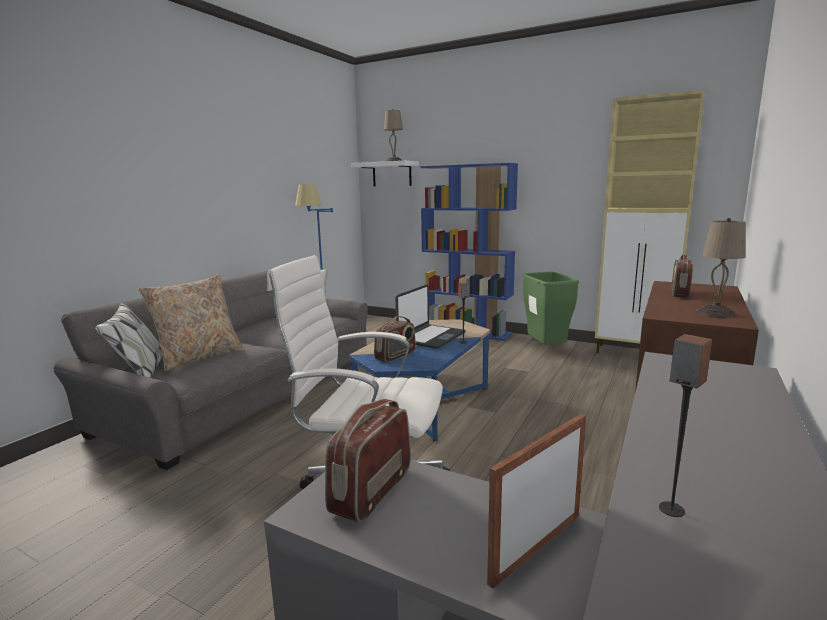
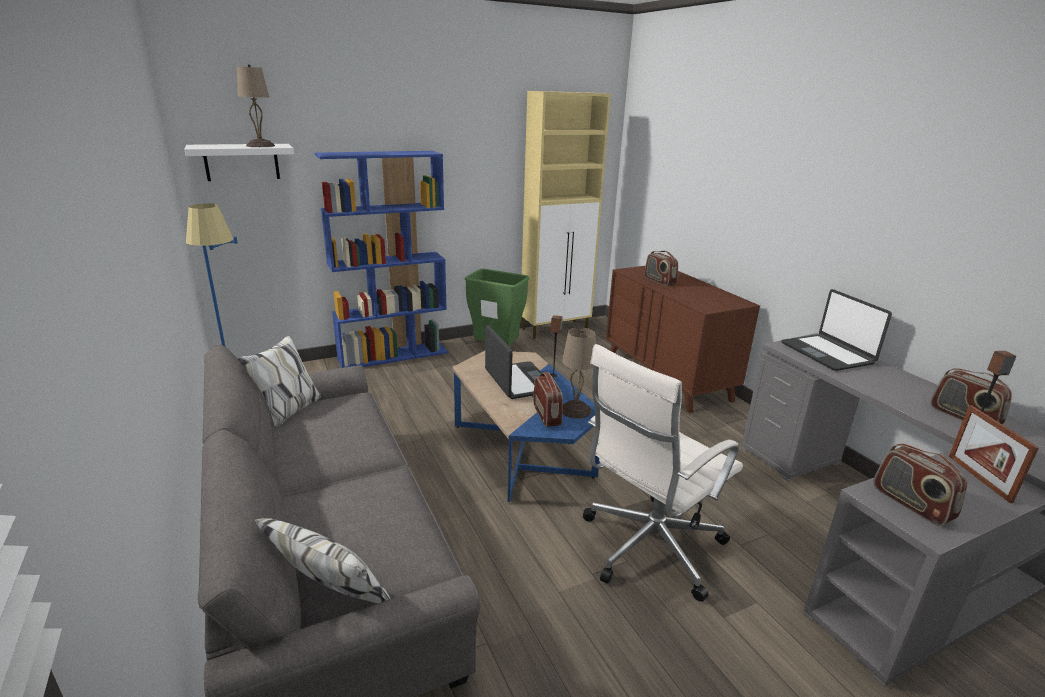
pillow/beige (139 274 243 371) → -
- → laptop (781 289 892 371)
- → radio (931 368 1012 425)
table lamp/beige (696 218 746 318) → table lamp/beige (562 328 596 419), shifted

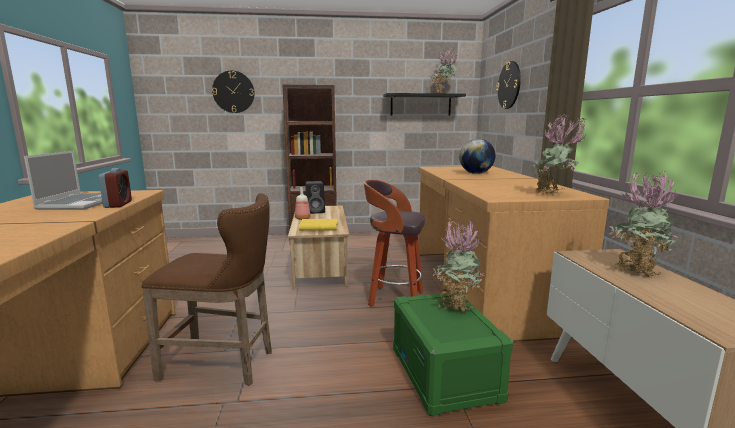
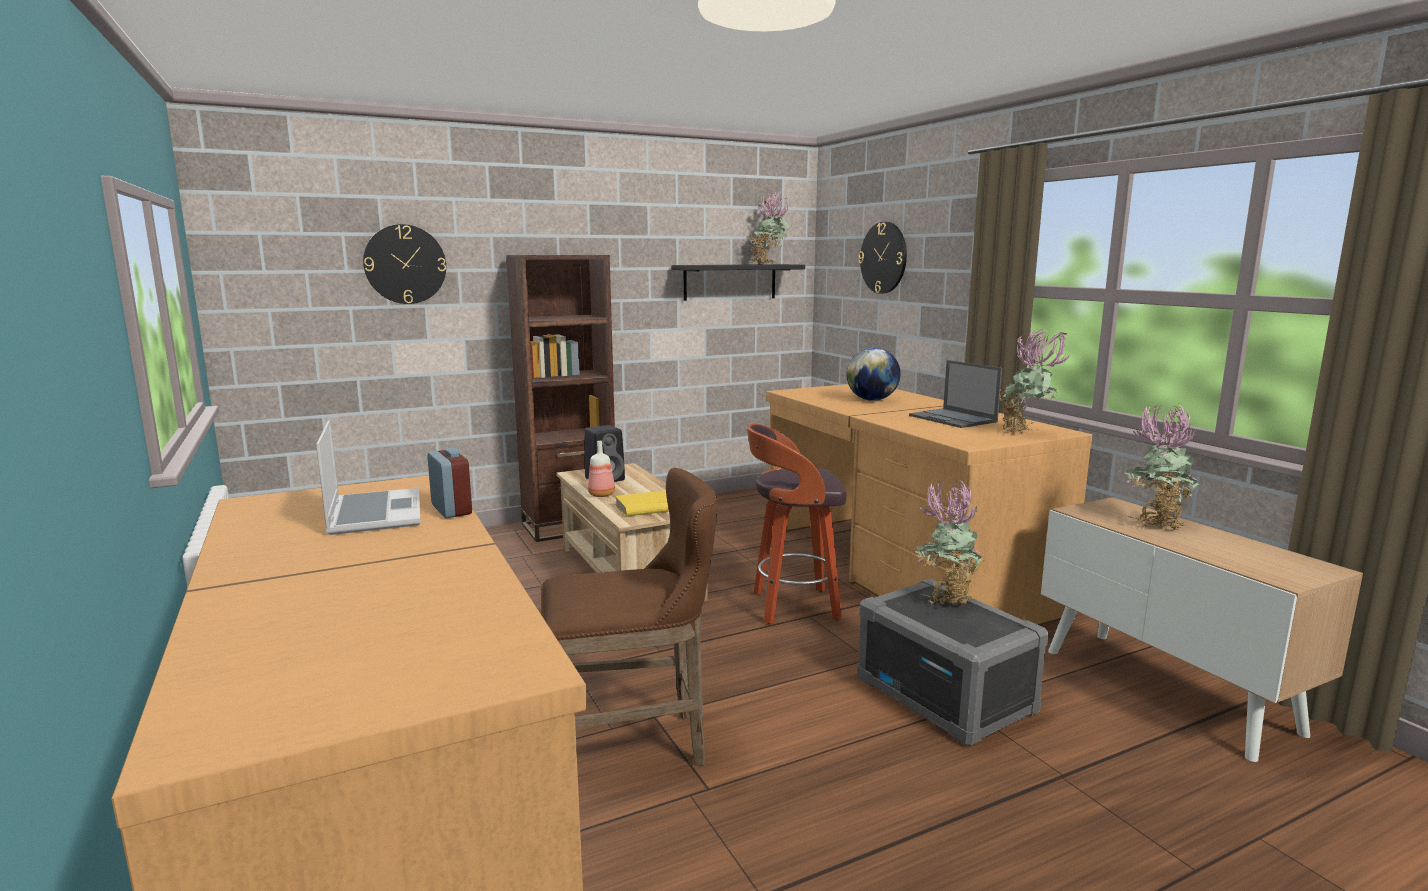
- → laptop (909 360 1002 428)
storage box/green (393 293 513 416) → storage box/grey (857 579 1048 747)

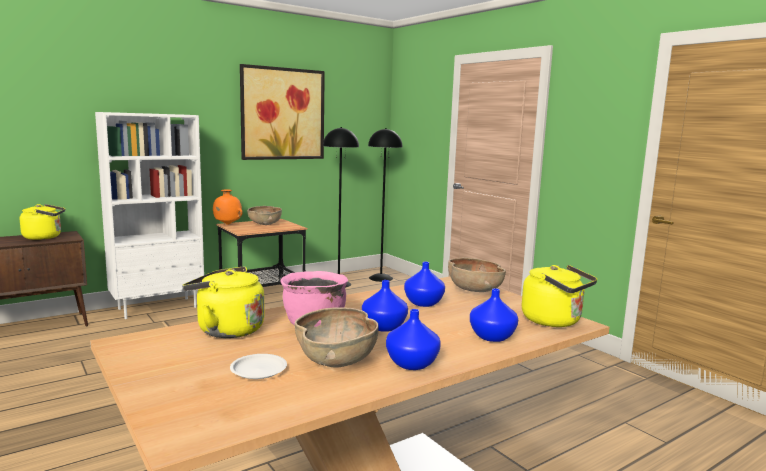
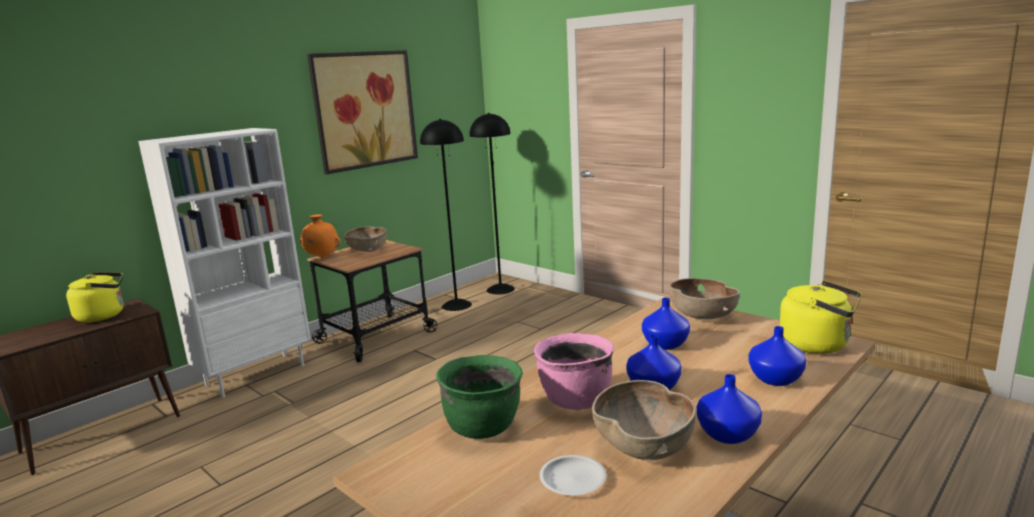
kettle/yellow (182 266 265 338) → cooking pot/green (436 355 523 439)

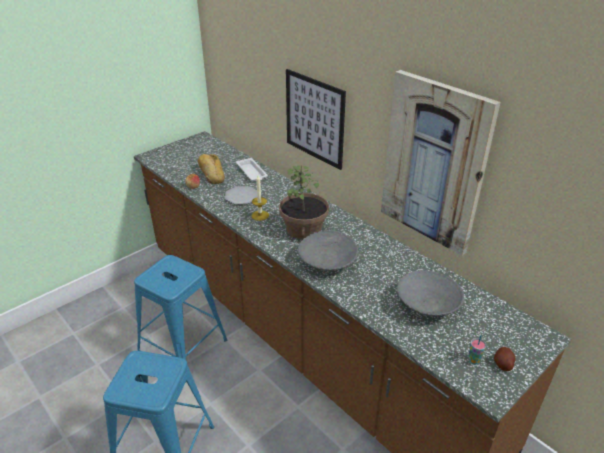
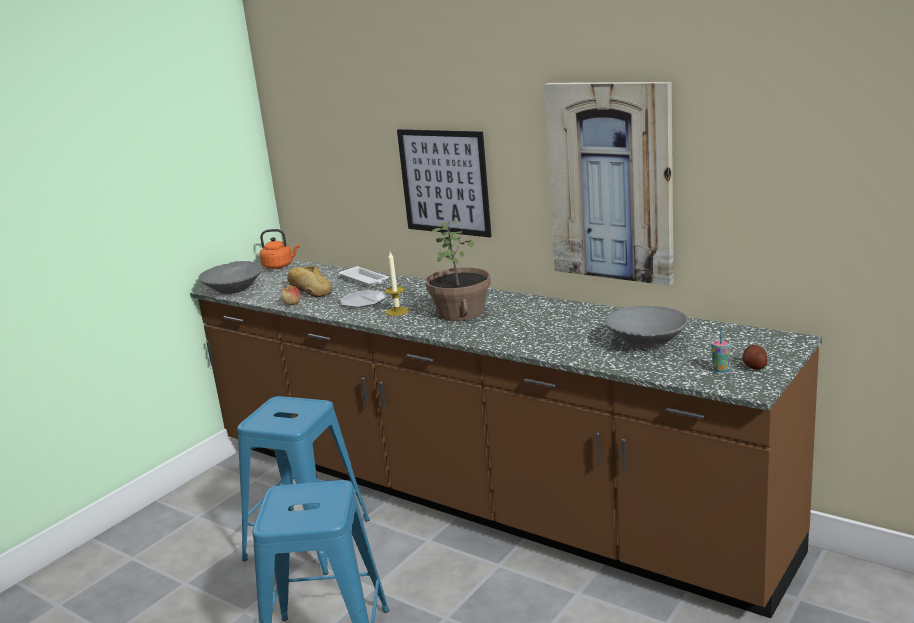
- → kettle/orange (260 229 299 269)
bowl/grey (298 230 358 271) → bowl/grey (198 261 262 294), shifted

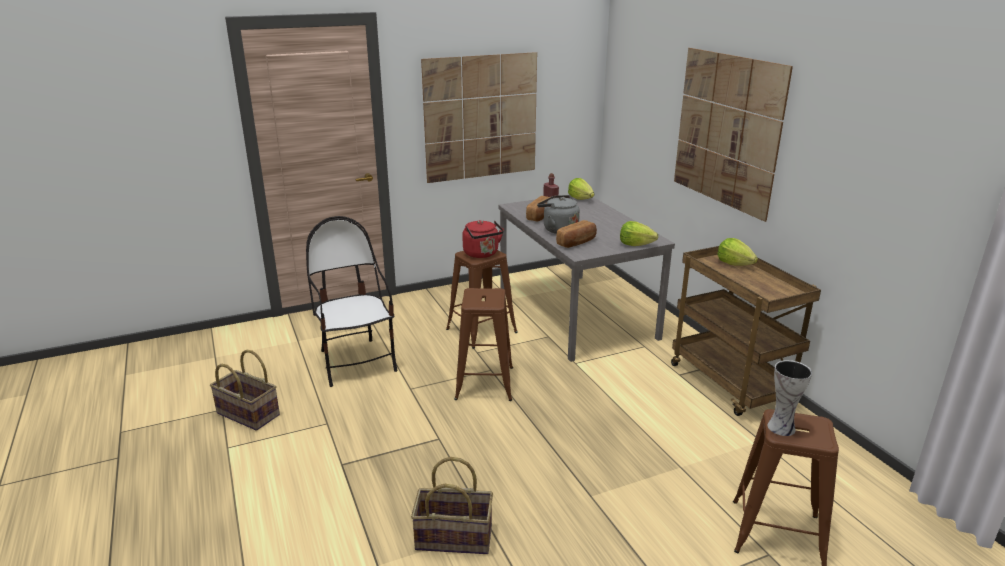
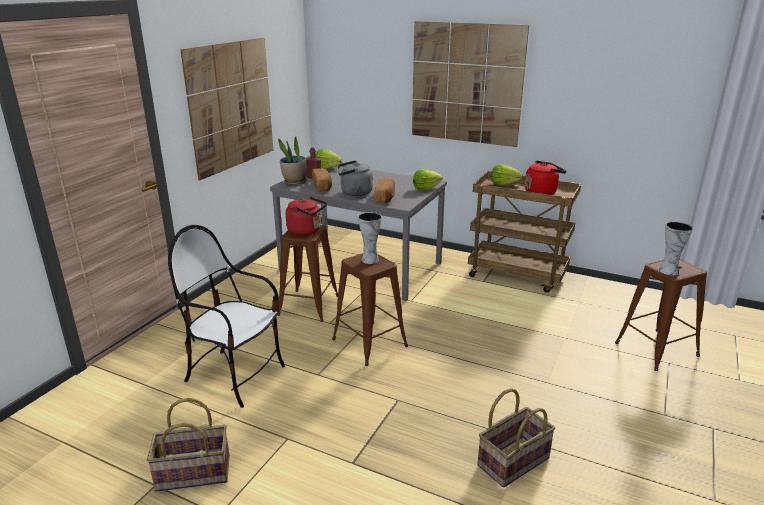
- → potted plant (278 137 307 185)
- → vase (358 212 382 264)
- → kettle/red (525 161 566 195)

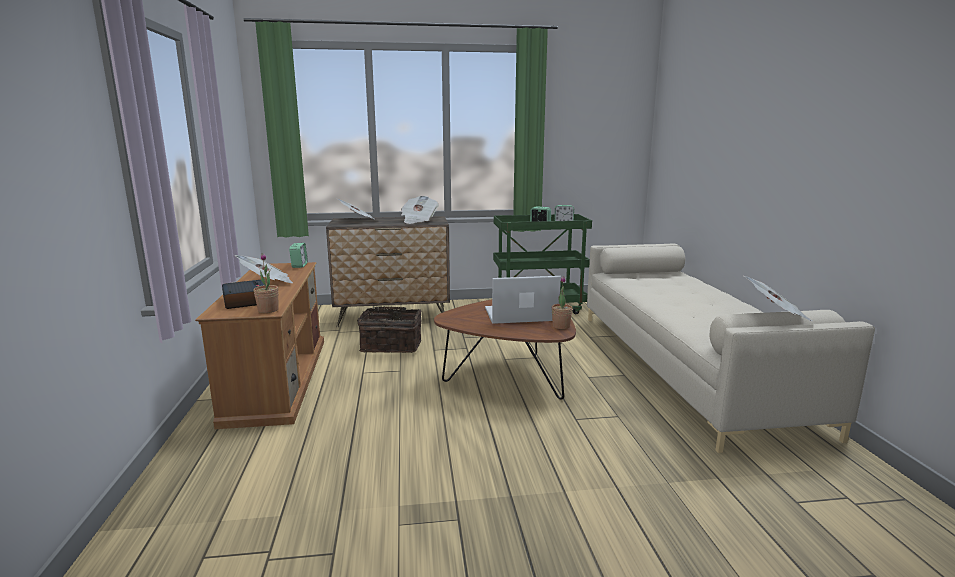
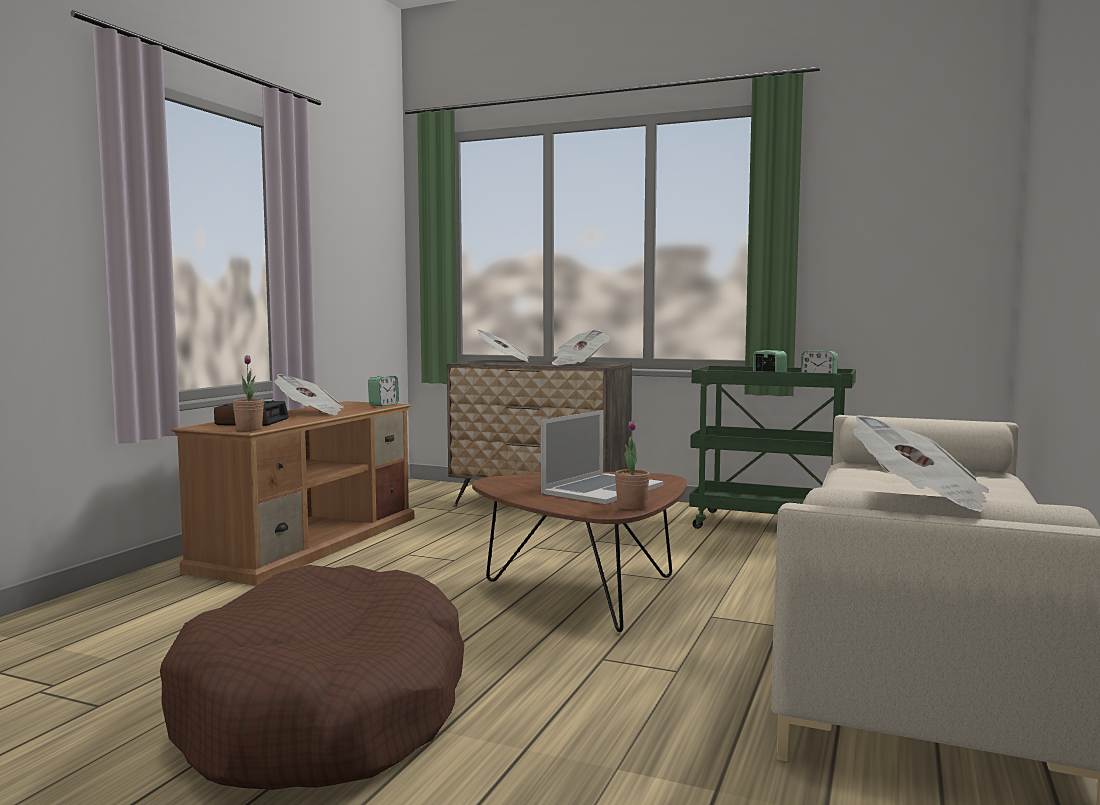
basket (357 306 422 353) → -
- → dog bed/brown (160 565 464 790)
laptop (485 276 561 324) → laptop (541 410 664 504), 105 degrees clockwise

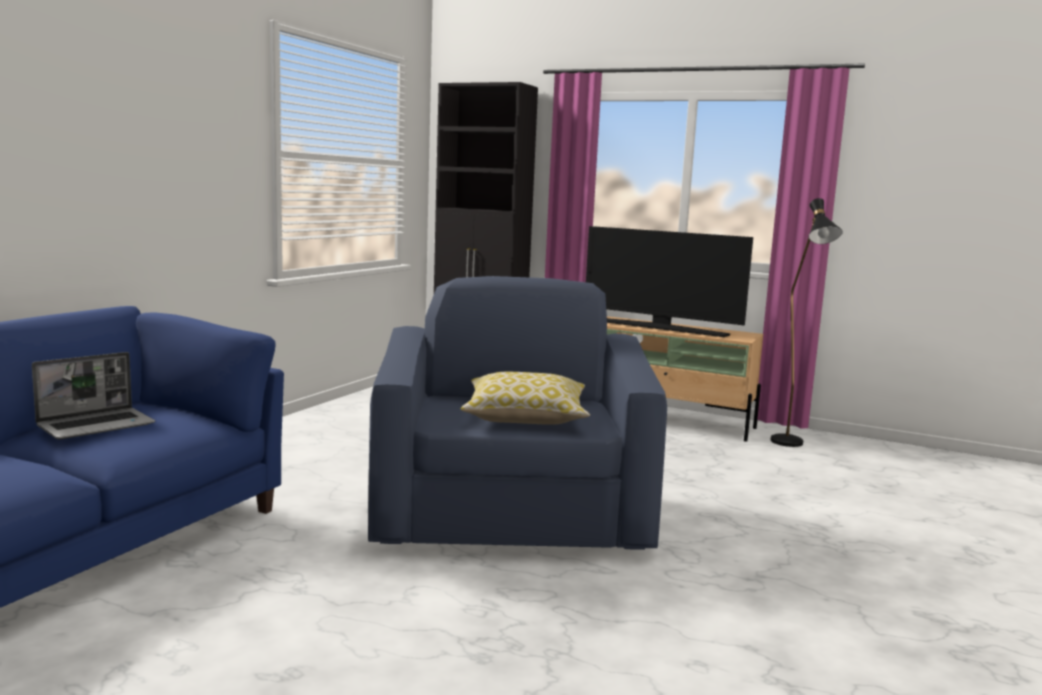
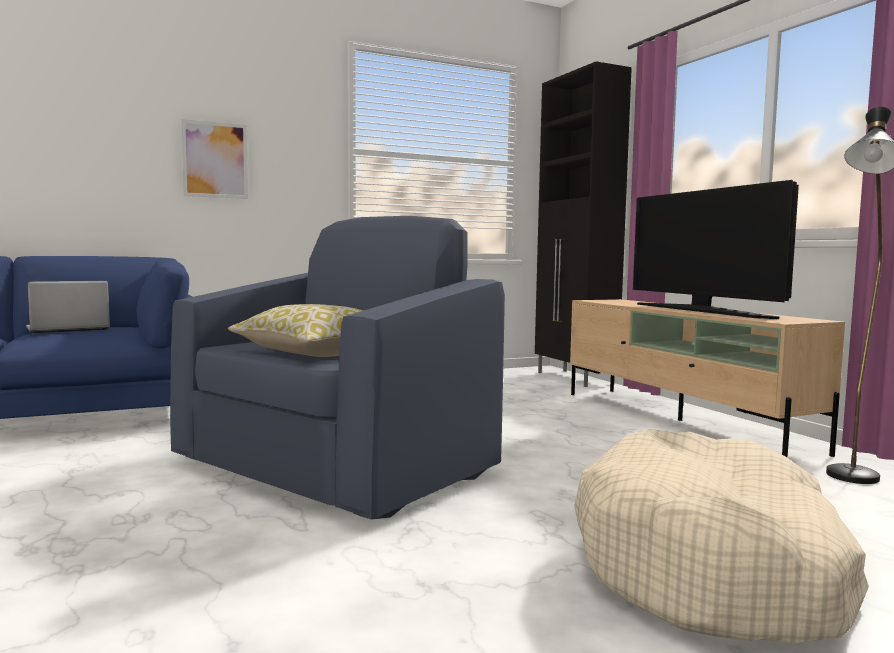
- → picture (181 119 248 199)
- → dog bed/beige (574 429 869 643)
laptop (32 352 155 440) → laptop (26 281 110 333), 150 degrees clockwise

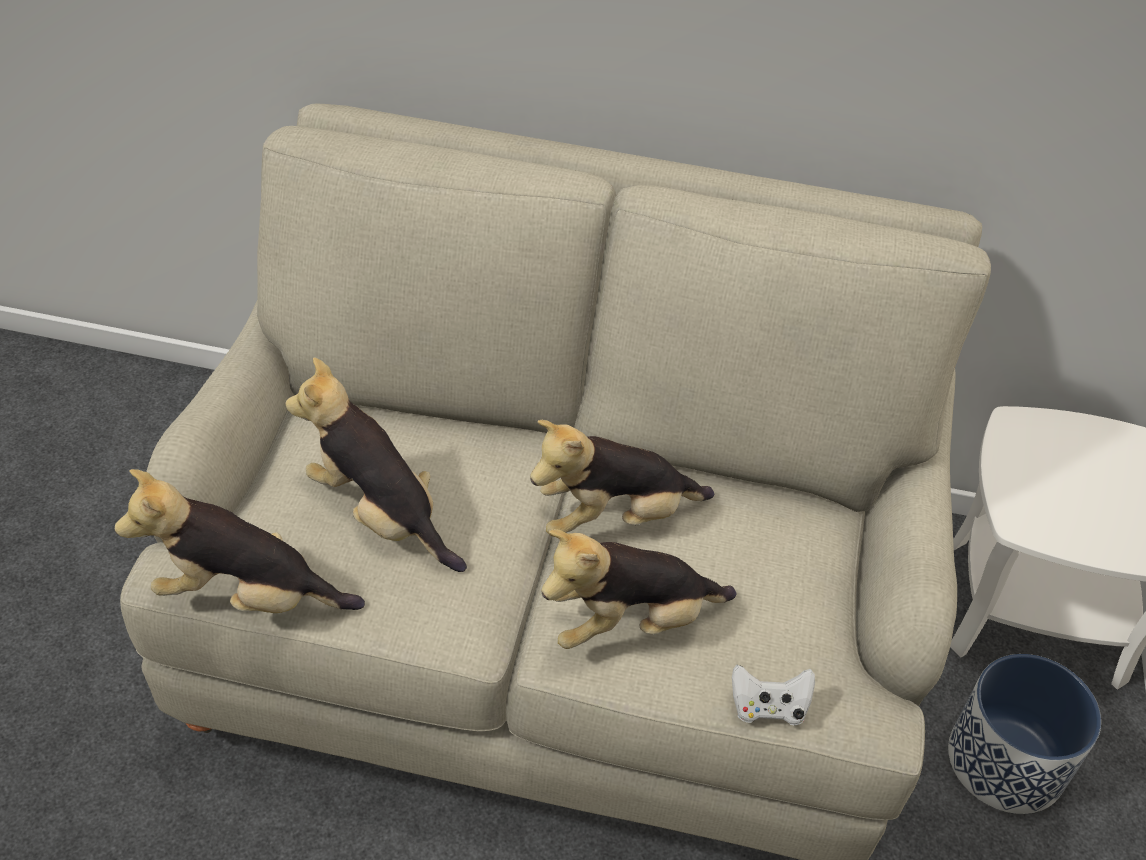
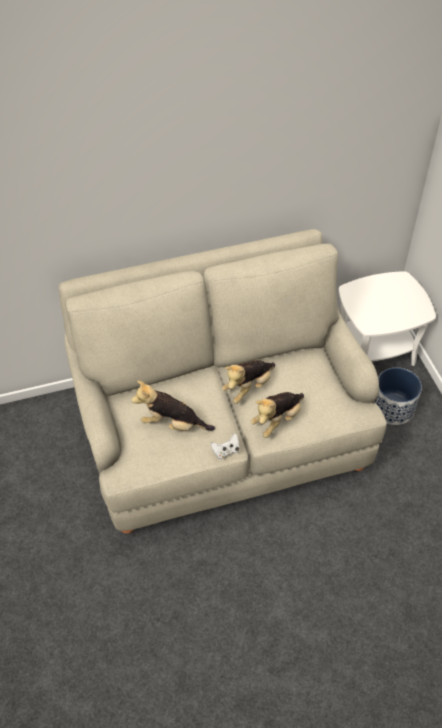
plush toy (115 469 365 613) → -
game controller/white (732 664 815 726) → game controller/white (210 433 239 460), shifted

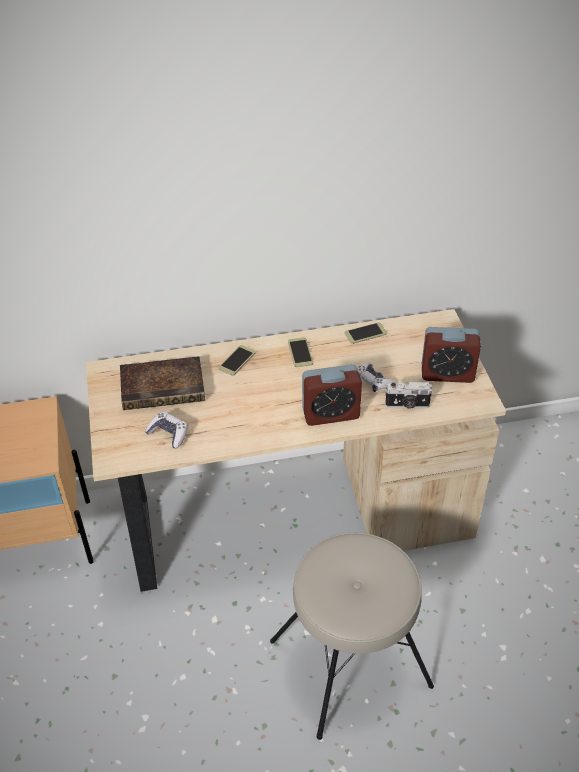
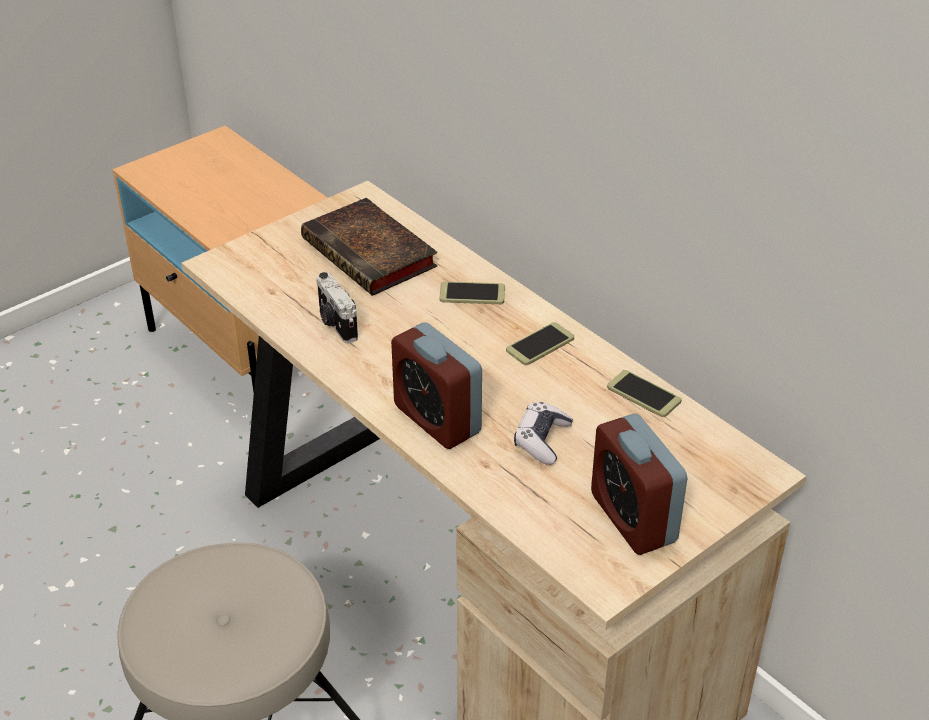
game controller (145 412 188 448) → -
photo camera (385 382 433 409) → photo camera (316 272 358 343), shifted

